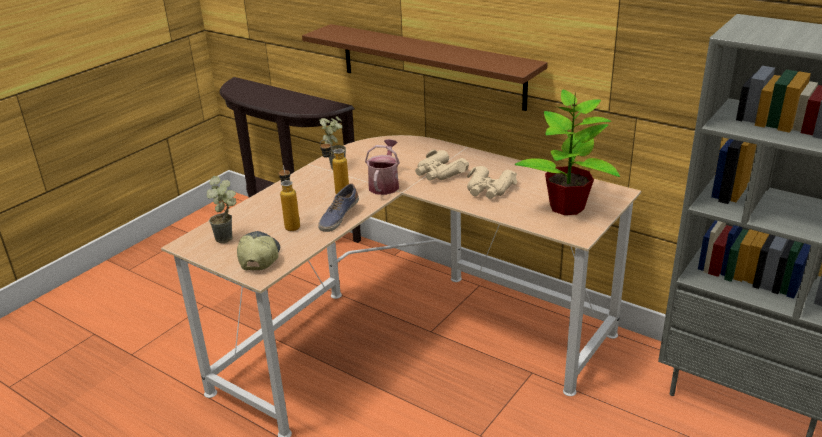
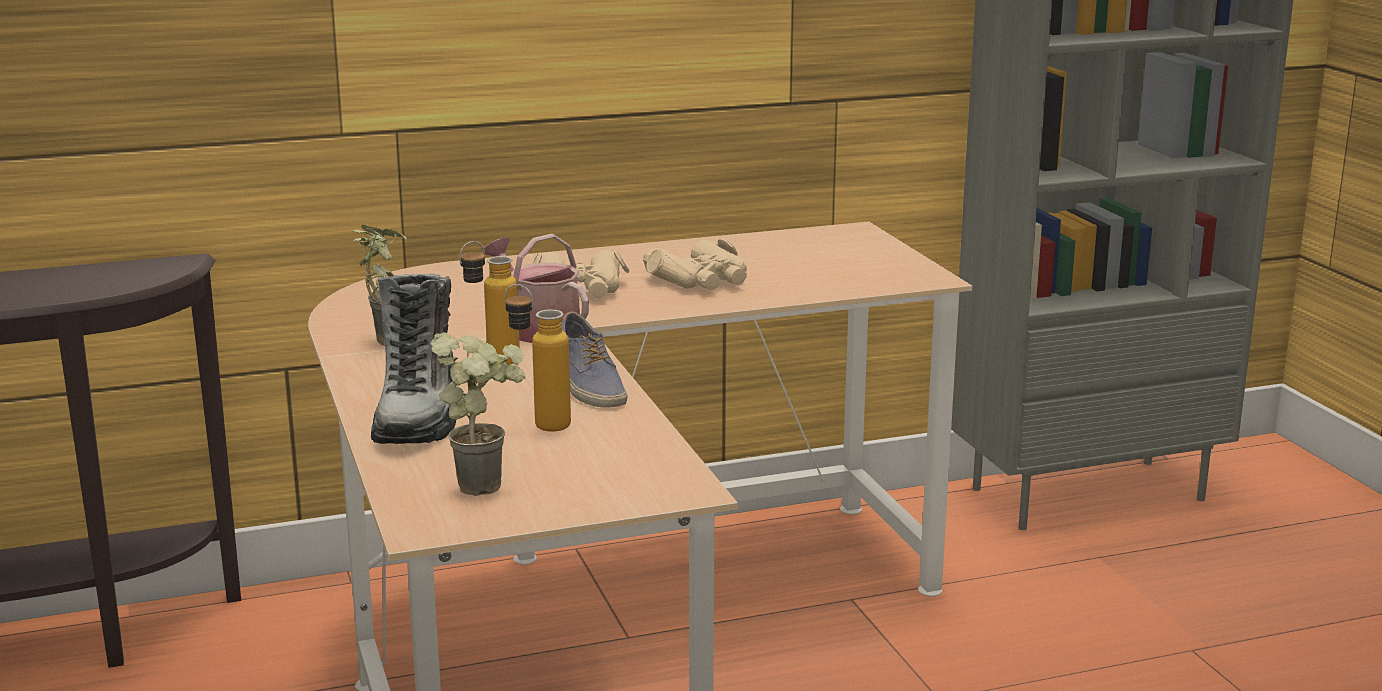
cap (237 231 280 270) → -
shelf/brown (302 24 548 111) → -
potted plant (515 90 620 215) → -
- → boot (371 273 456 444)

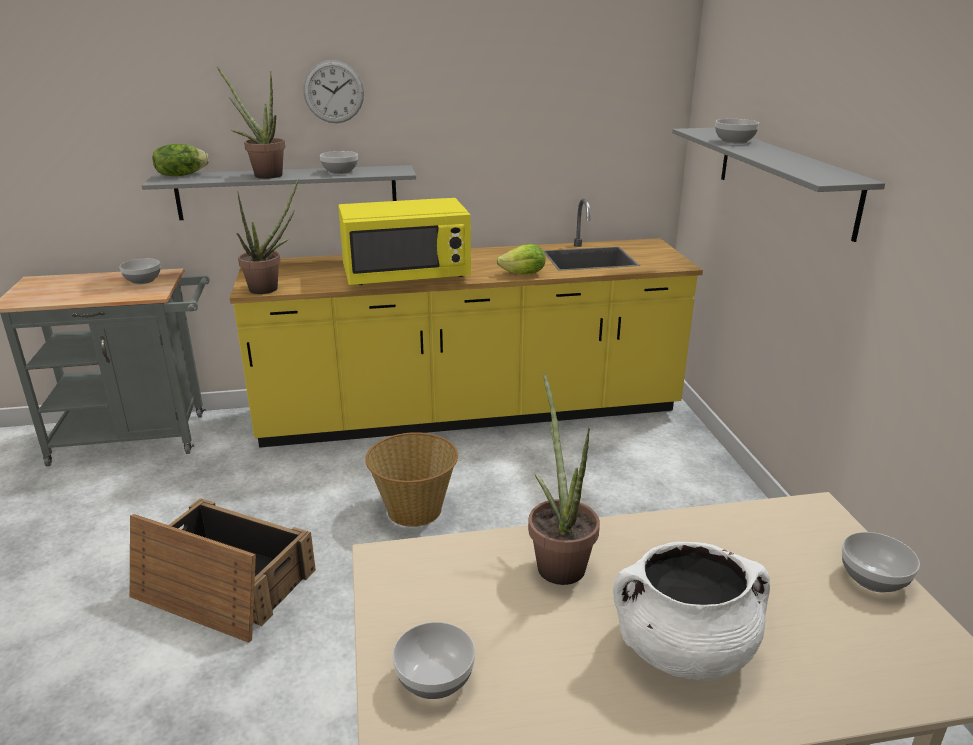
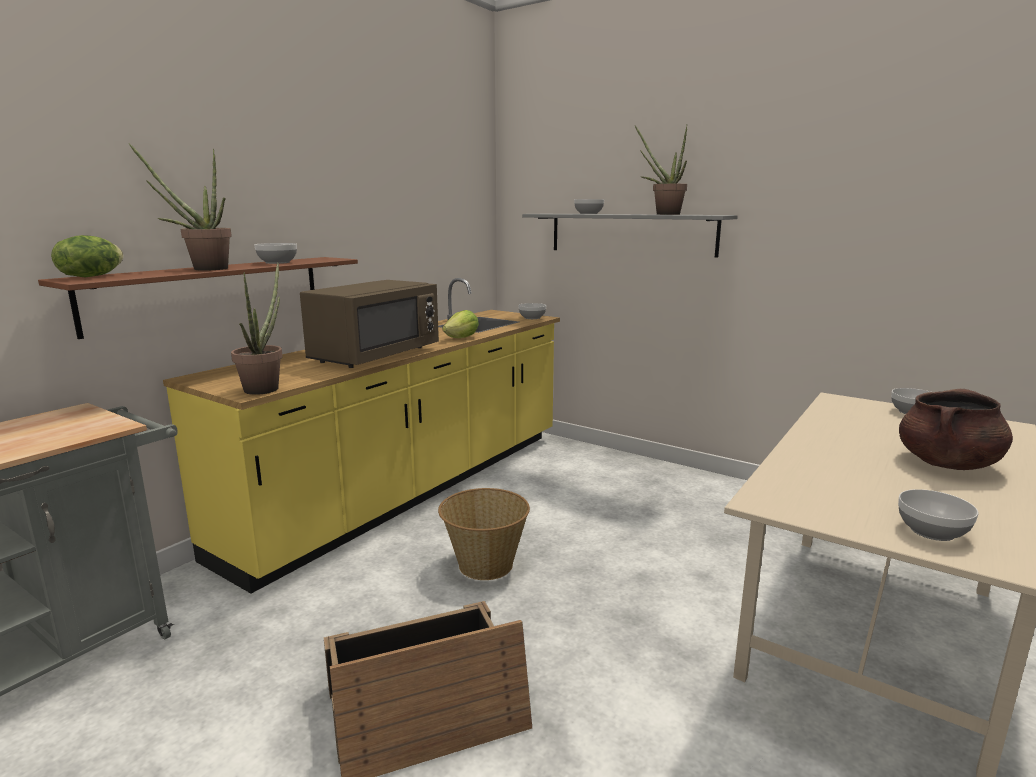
wall clock (303 60 364 123) → -
bowl (120 259 160 284) → bowl (518 303 546 319), shifted
potted plant (528 372 600 585) → potted plant (635 125 687 215), shifted
shelf/grey (141 165 416 220) → shelf/brown (38 257 358 339)
microwave/yellow (338 198 471 285) → microwave/brown (300 280 439 368)
cooking pot/white (613 542 770 680) → cooking pot/brown (899 389 1013 470)

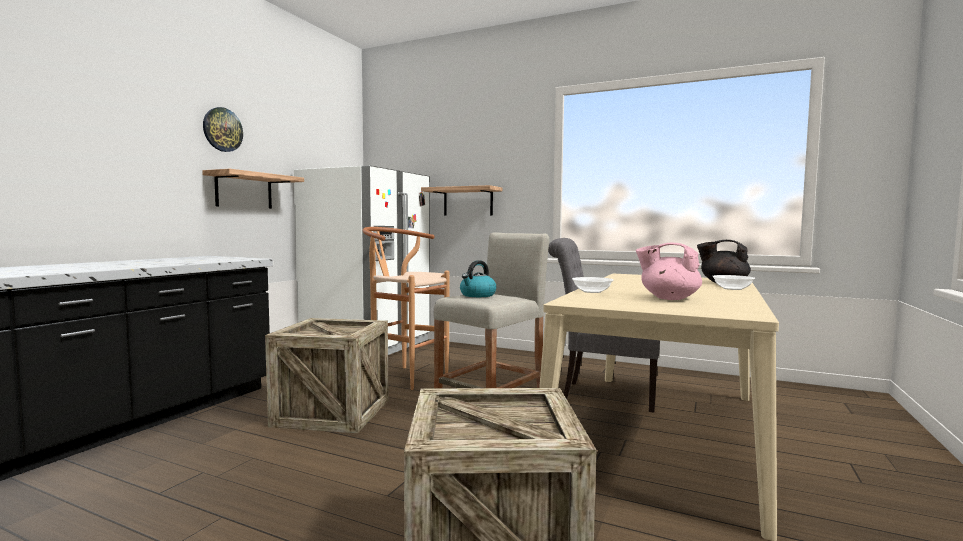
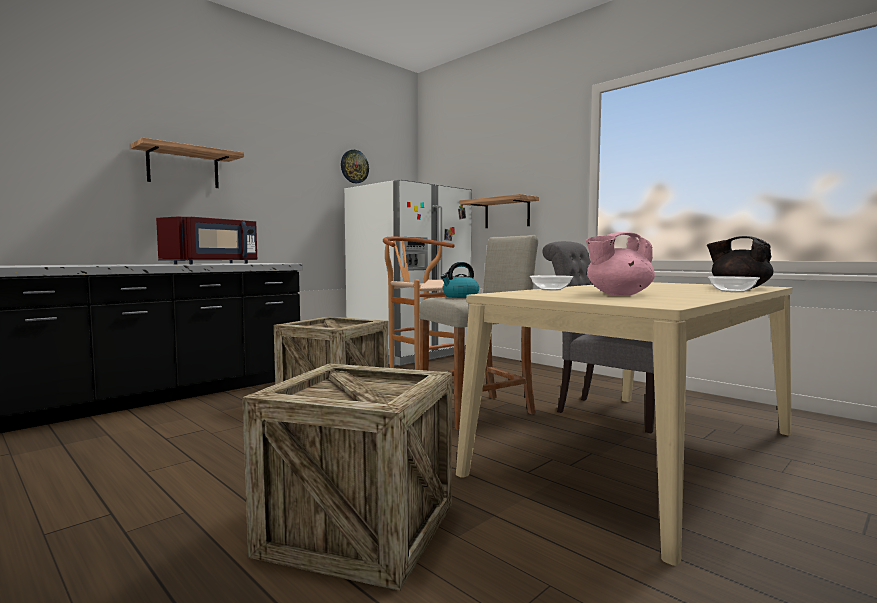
- → microwave/red (156 216 257 264)
shelf (202 169 304 209) → shelf (131 137 244 188), shifted
wall clock (203 107 243 152) → wall clock (341 150 369 183), shifted
teapot/pink (636 243 702 300) → teapot/pink (586 232 655 296), 60 degrees counterclockwise

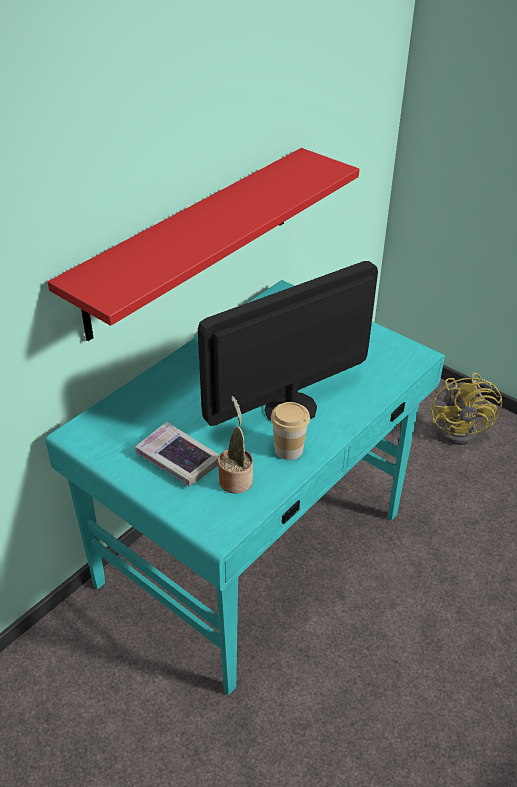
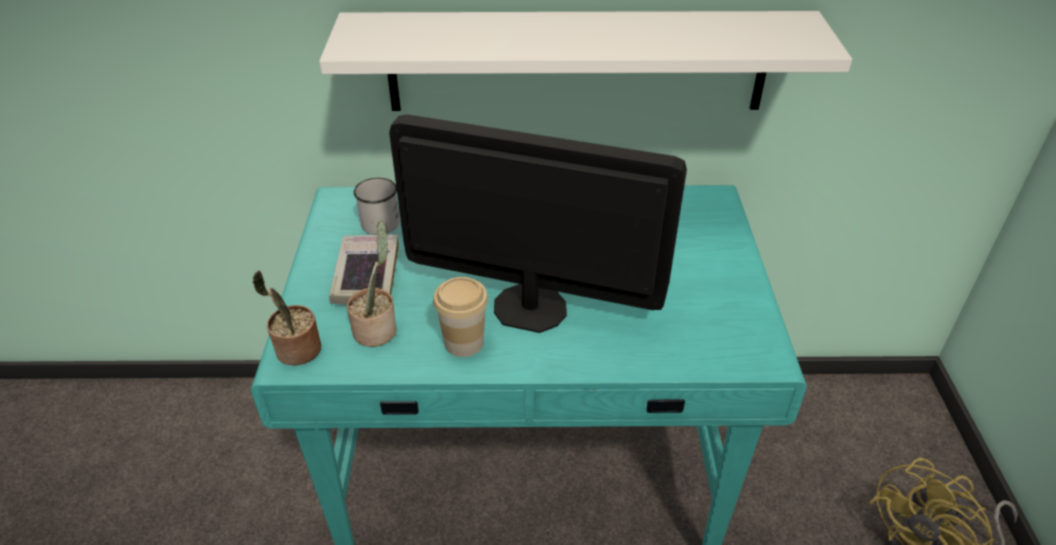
- → potted plant (252 271 321 366)
- → mug/white (354 178 400 235)
shelf/red (48 148 359 341) → shelf/white (319 11 852 111)

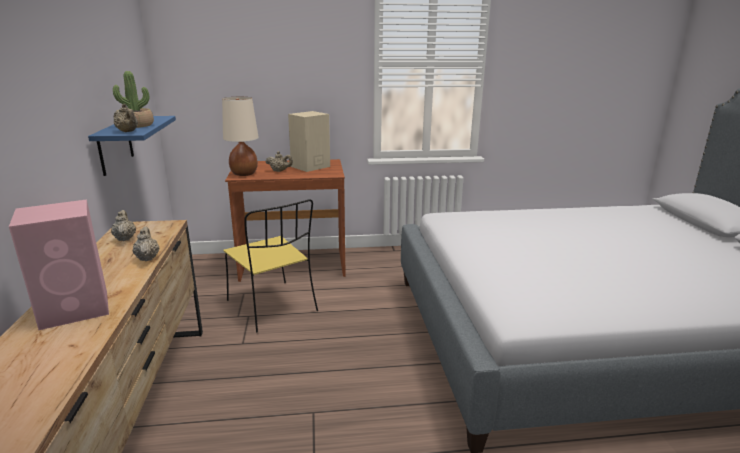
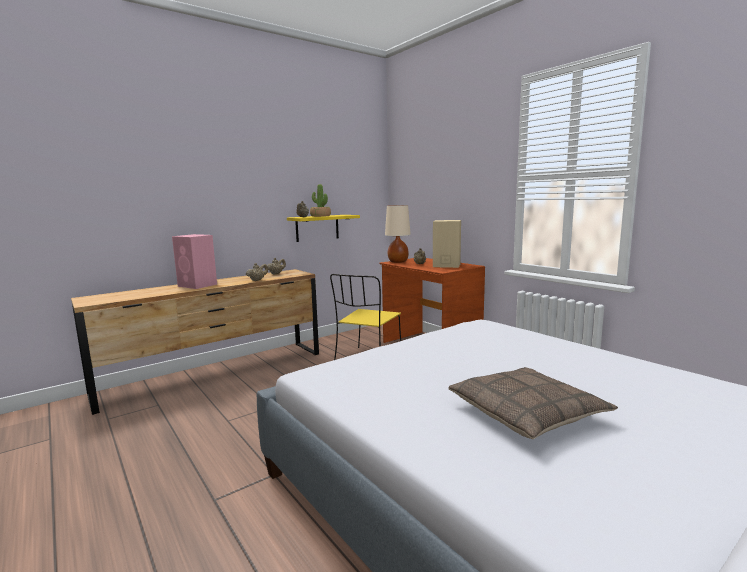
- → pillow (449 367 618 439)
shelf/blue (88 116 176 176) → shelf/yellow (287 215 360 242)

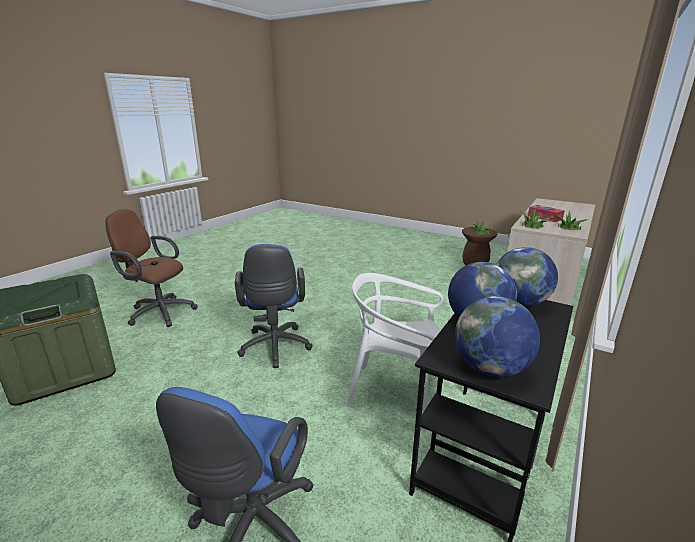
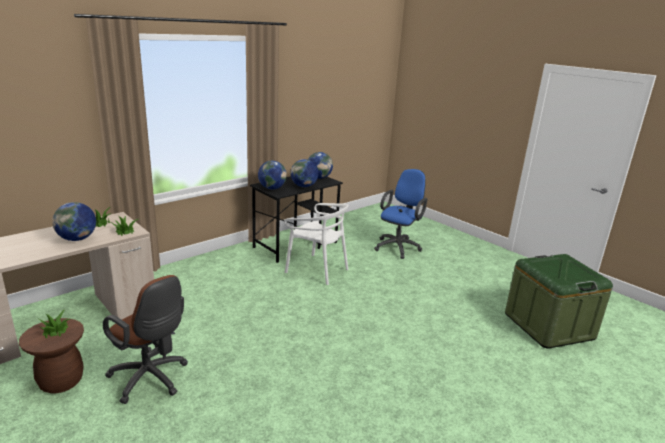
office chair/blue (235 244 313 368) → -
office chair/brown (105 209 198 327) → office chair/brown (103 275 188 404), shifted
tissue box (528 205 565 222) → globe (52 202 96 241)

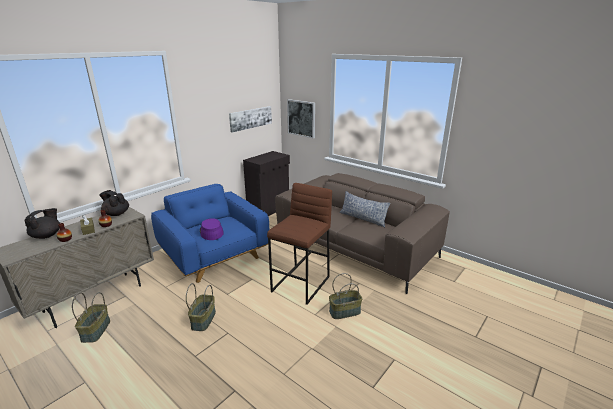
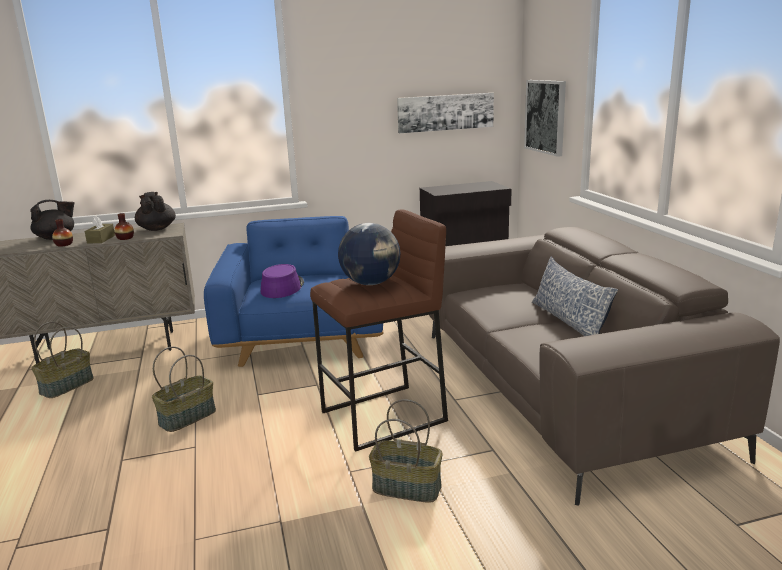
- → globe (338 223 400 285)

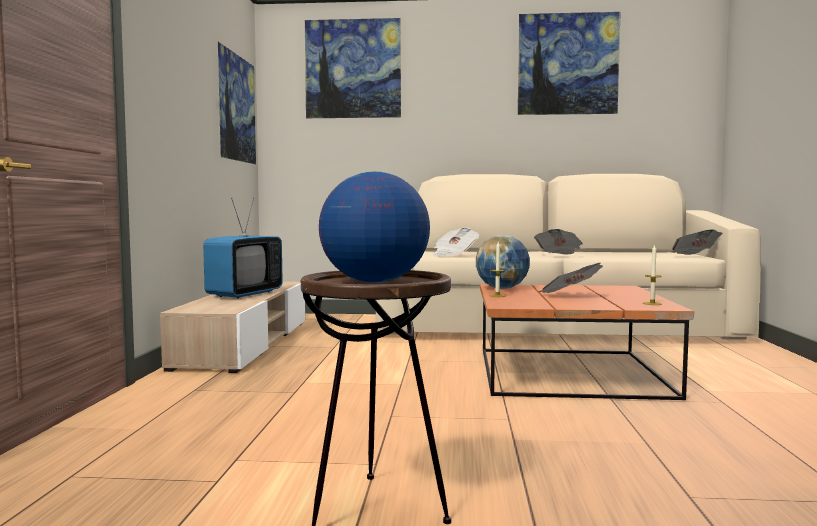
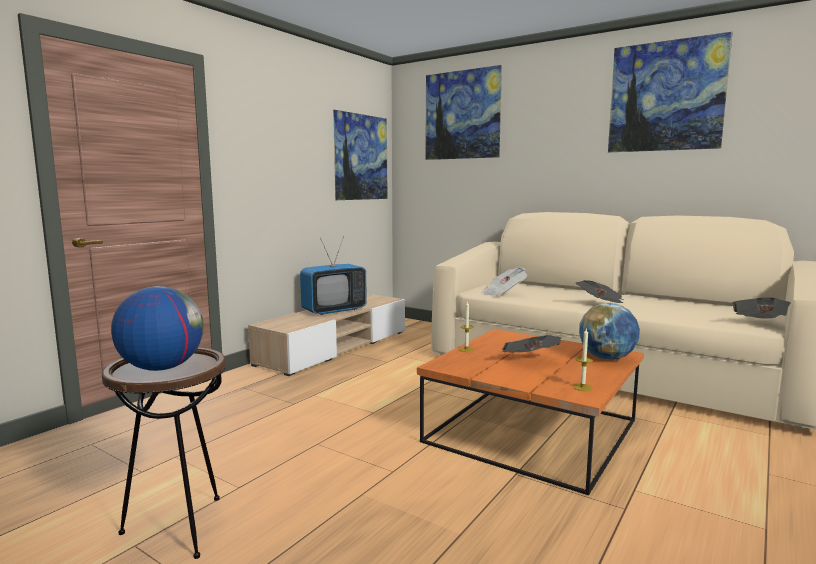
globe (476 235 530 289) → globe (579 303 640 360), shifted

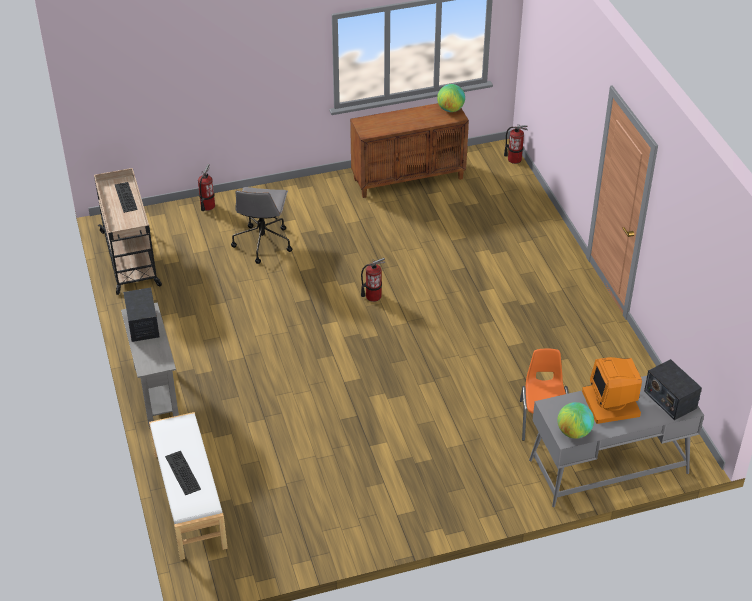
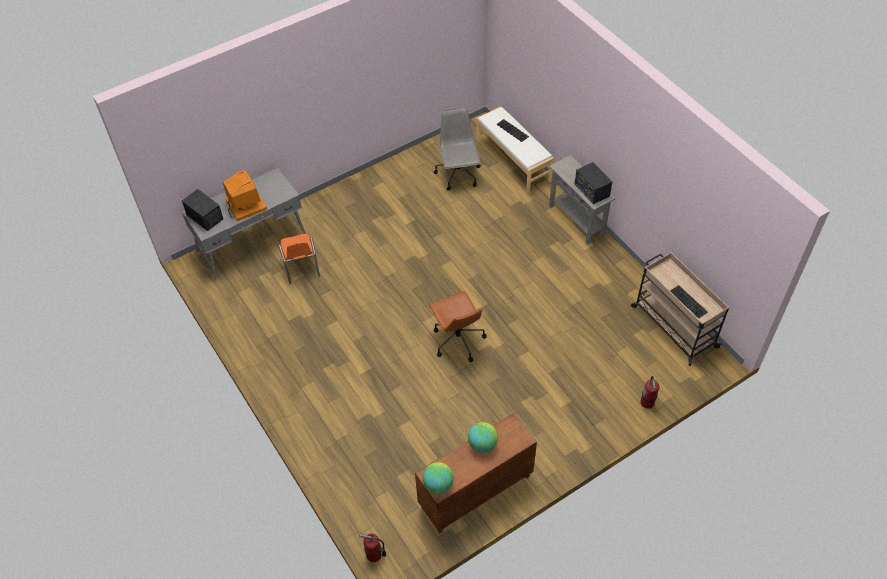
office chair/grey (231 187 292 264) → office chair/grey (434 108 481 190), shifted
globe (557 402 594 439) → globe (468 422 498 453), shifted
fire extinguisher (361 258 385 302) → office chair/brown (428 291 487 362)

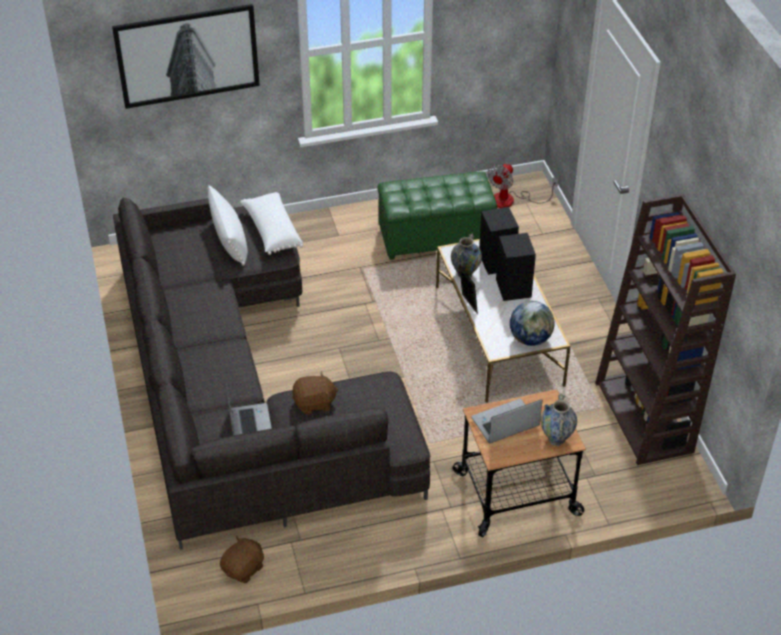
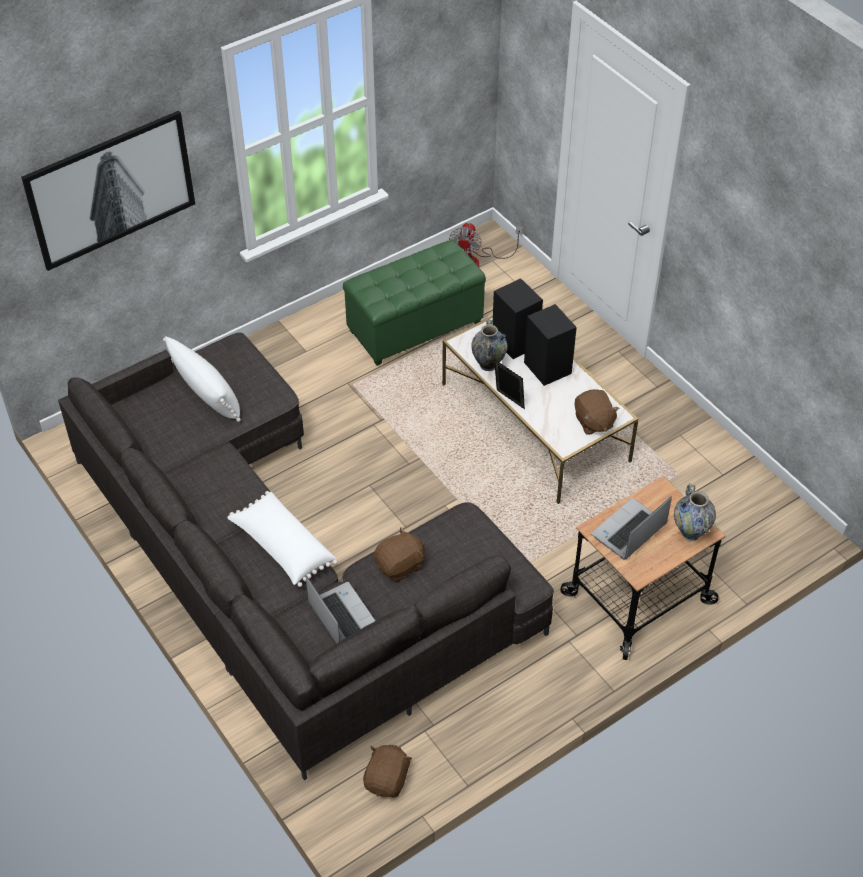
bookcase/brown (595 194 736 465) → -
pillow/white (240 192 303 255) → pillow/white (227 491 338 587), shifted
globe (510 301 554 346) → plush toy/brown (575 389 620 435)

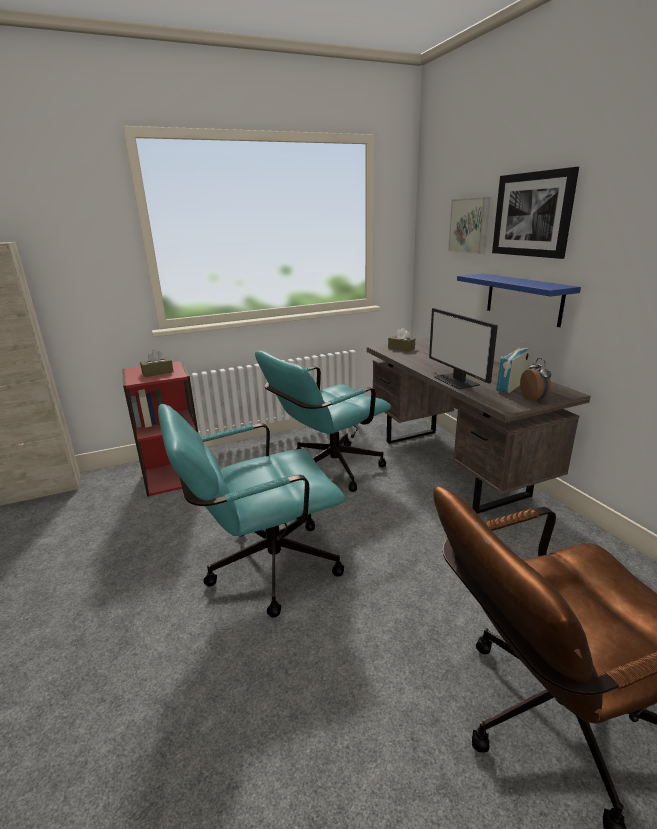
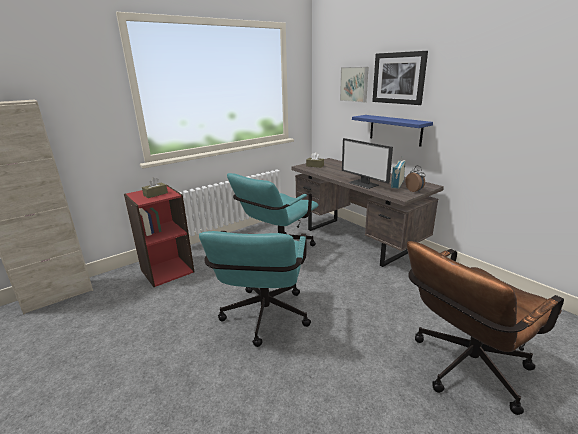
office chair/turquoise (158 404 345 618) → office chair/turquoise (199 231 311 347), 45 degrees counterclockwise

